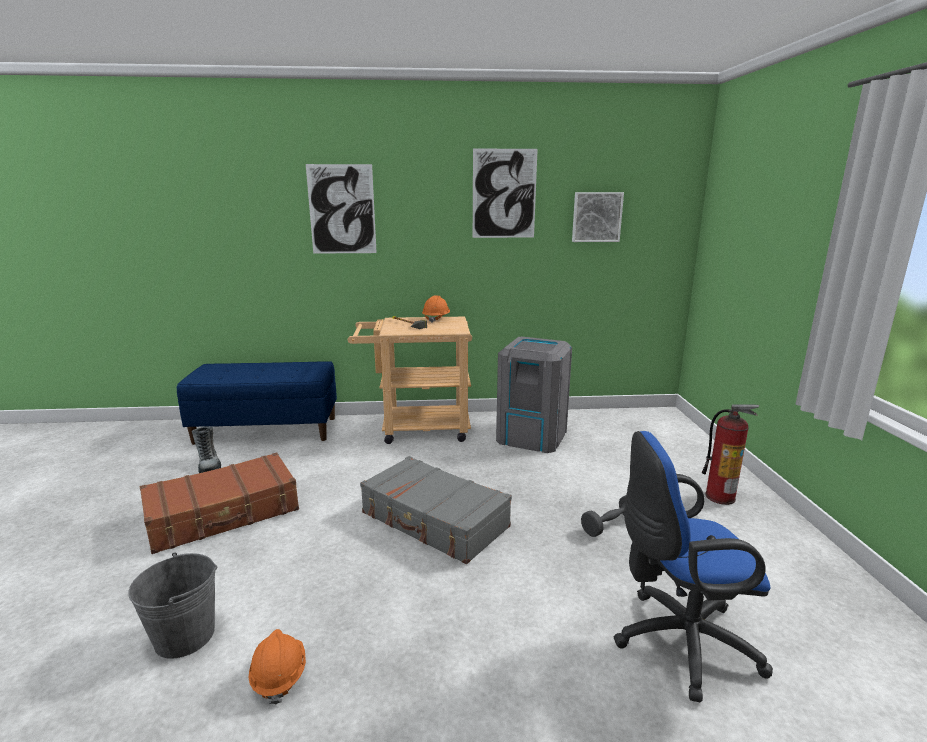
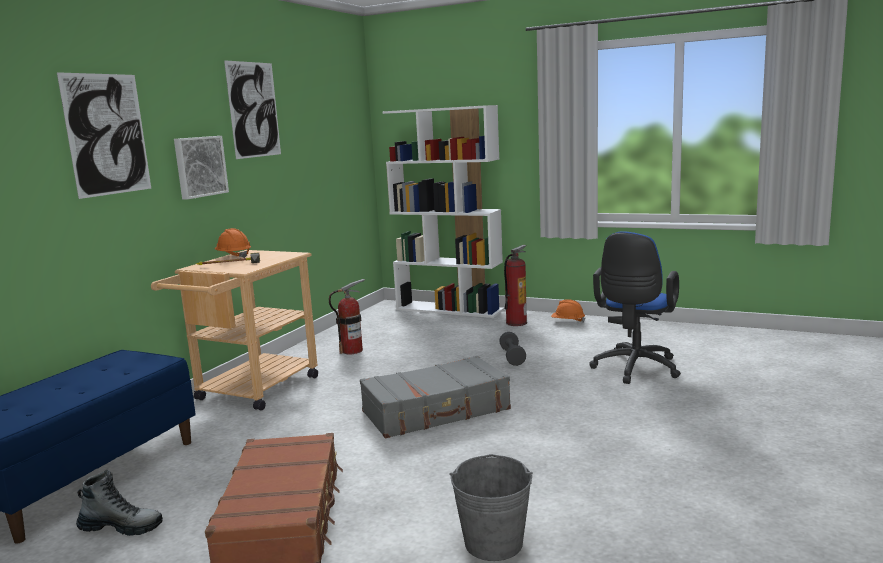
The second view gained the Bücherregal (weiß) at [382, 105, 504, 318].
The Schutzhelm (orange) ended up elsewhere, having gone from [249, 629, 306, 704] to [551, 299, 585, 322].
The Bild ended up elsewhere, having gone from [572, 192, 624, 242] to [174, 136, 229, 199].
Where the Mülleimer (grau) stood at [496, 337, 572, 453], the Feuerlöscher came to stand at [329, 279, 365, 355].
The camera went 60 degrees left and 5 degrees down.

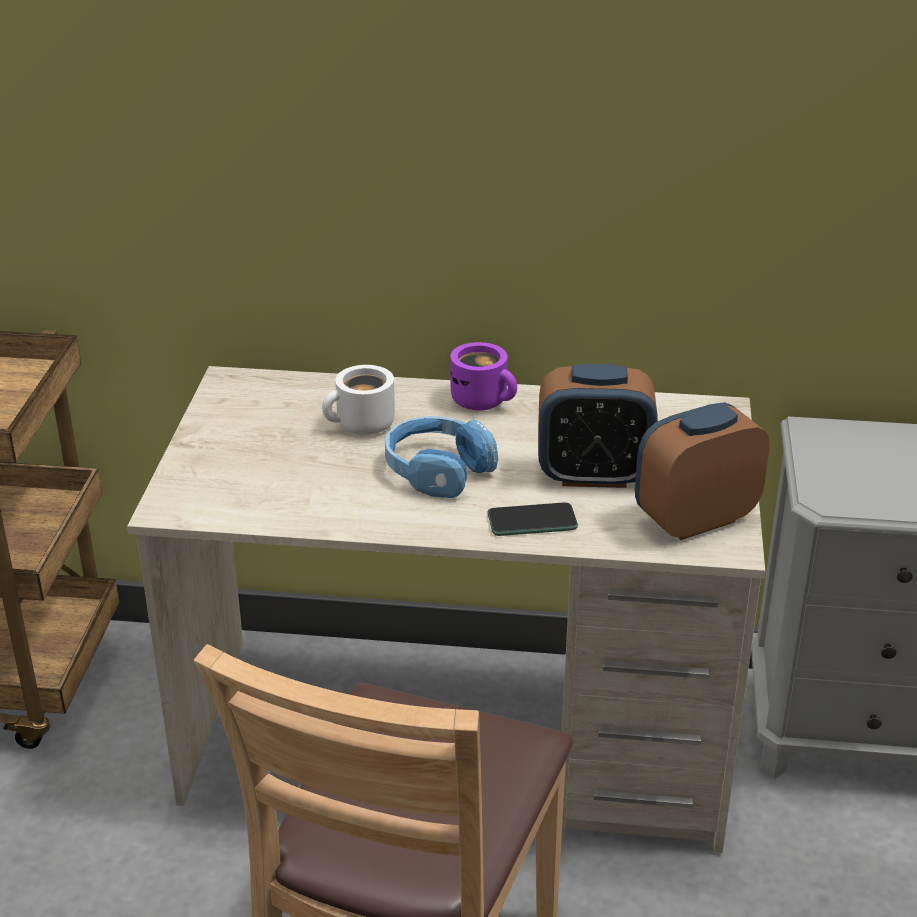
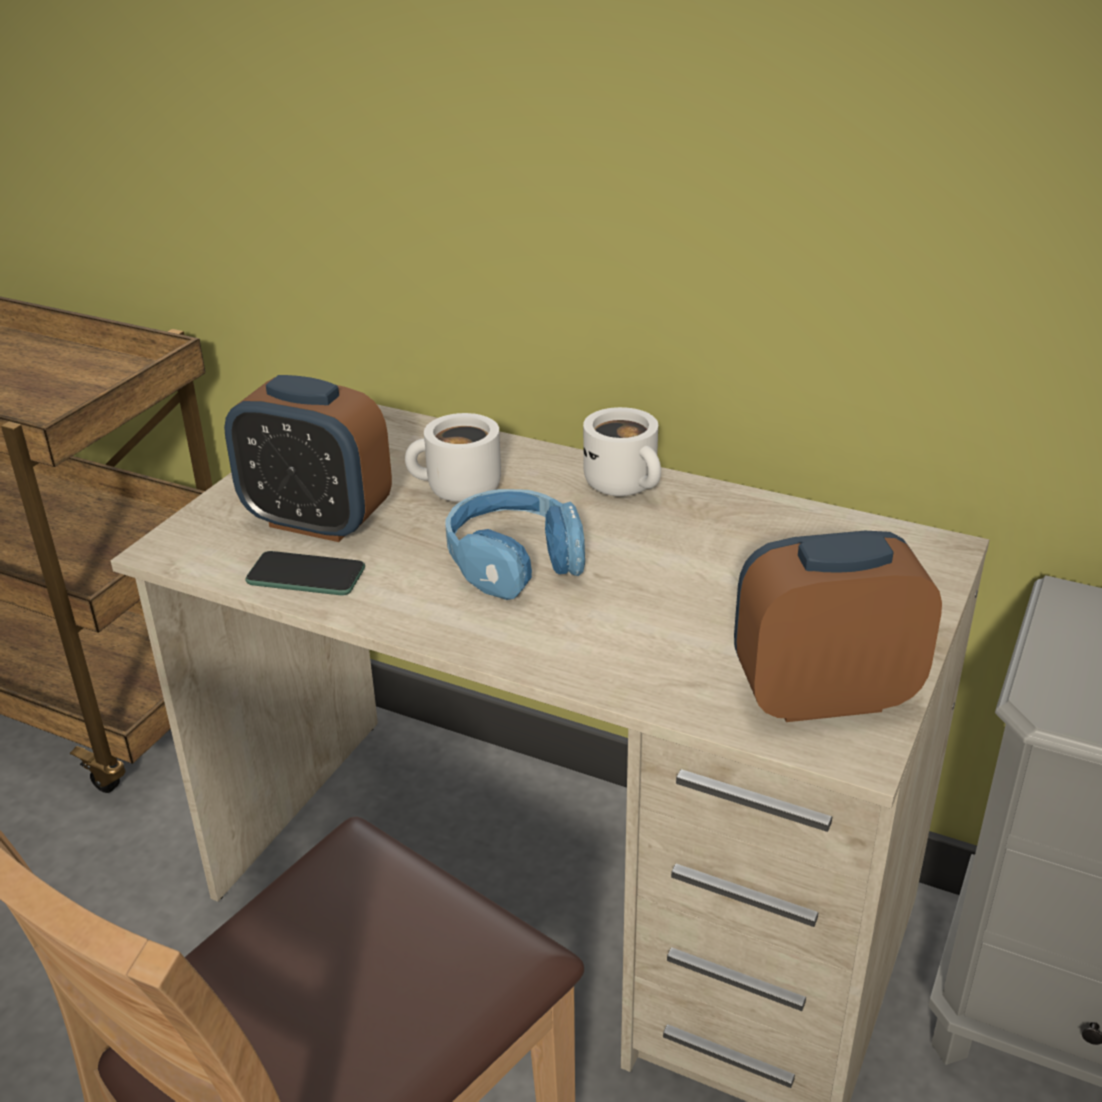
The Handy ended up elsewhere, having gone from [488, 502, 578, 536] to [245, 551, 365, 595].
The Wecker ended up elsewhere, having gone from [538, 364, 658, 488] to [224, 375, 392, 542].
What was the Henkelbecher (lila) at [451, 342, 517, 411] turned into the Henkelbecher (weiß) at [583, 407, 661, 496].
The camera went 20 degrees right and 0 degrees up.

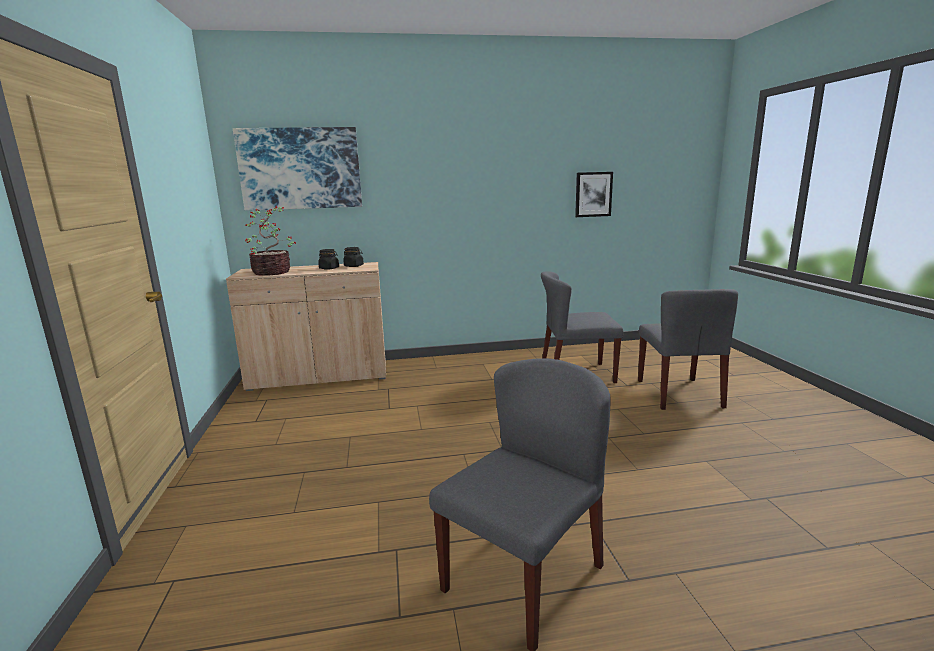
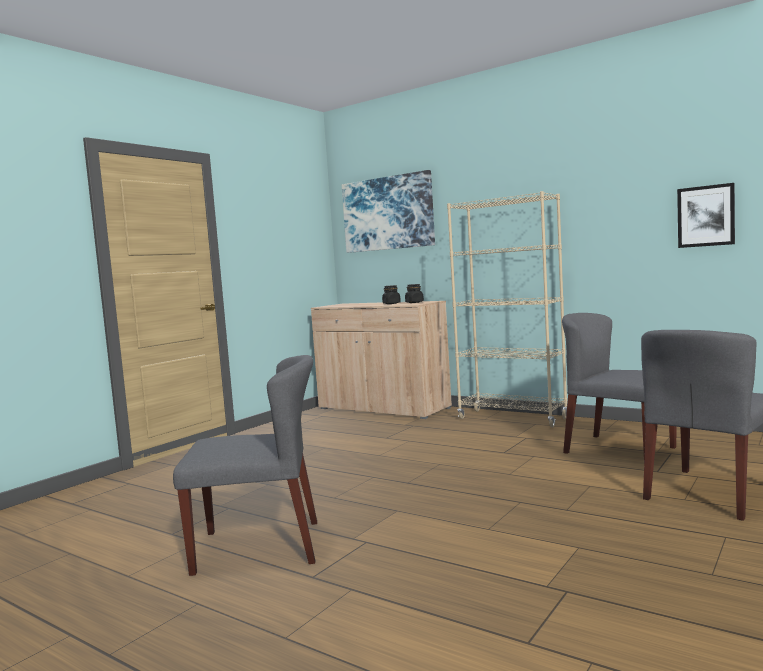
The second view lost the Topfpflanze at [245, 206, 296, 276].
The second view gained the Bücherregal (beige) at [447, 191, 567, 428].
The camera went 45 degrees right and 10 degrees down.

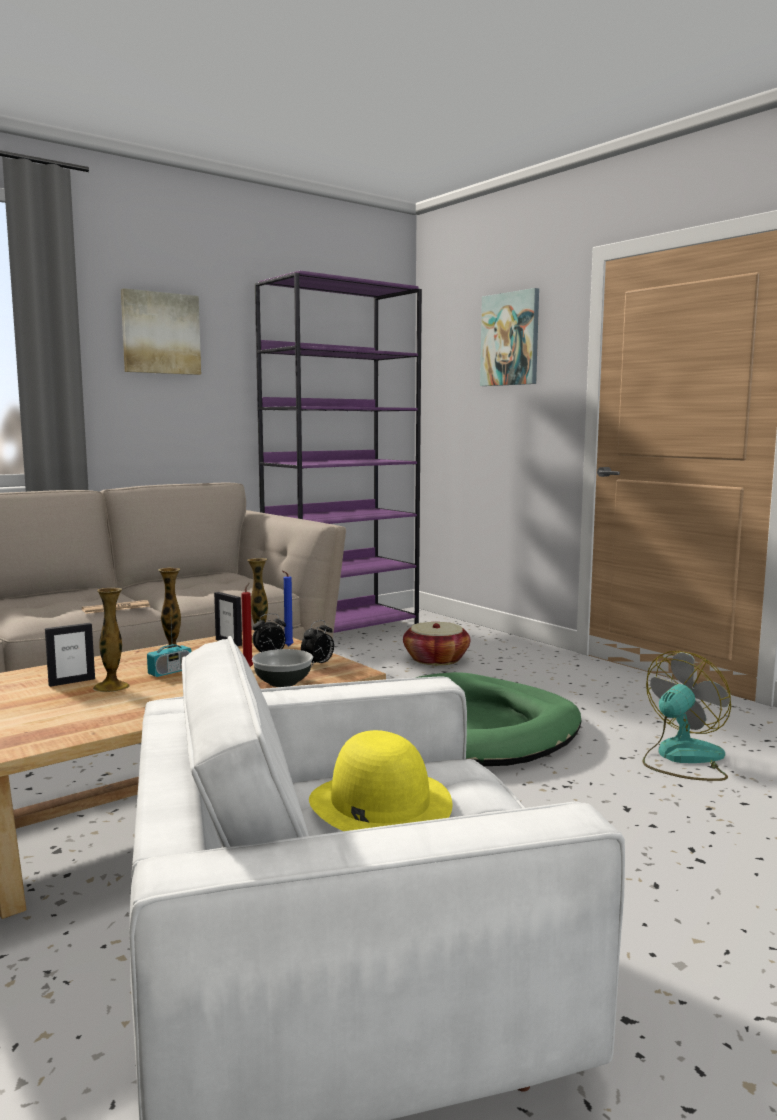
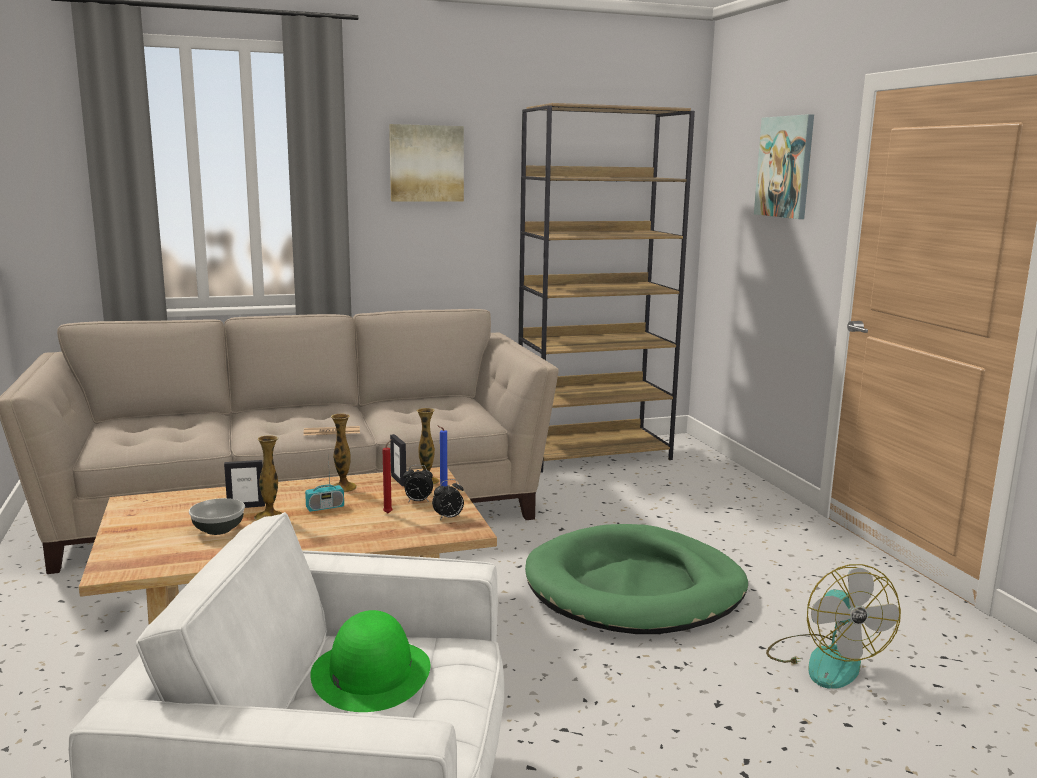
The second view lost the Korb at [403, 622, 470, 666].
The Schüssel ended up elsewhere, having gone from [252, 649, 313, 687] to [189, 498, 245, 535].
What was the Bücherregal (lila) at [255, 270, 422, 633] turned into the Bücherregal (braun) at [518, 103, 695, 473].
What was the Hut (gelb) at [309, 730, 452, 831] turned into the Hut (grün) at [310, 610, 431, 712].
The Ventilator at [643, 651, 731, 781] ended up facing another way, 105 degrees clockwise from before.
The camera went 20 degrees right and 5 degrees up.

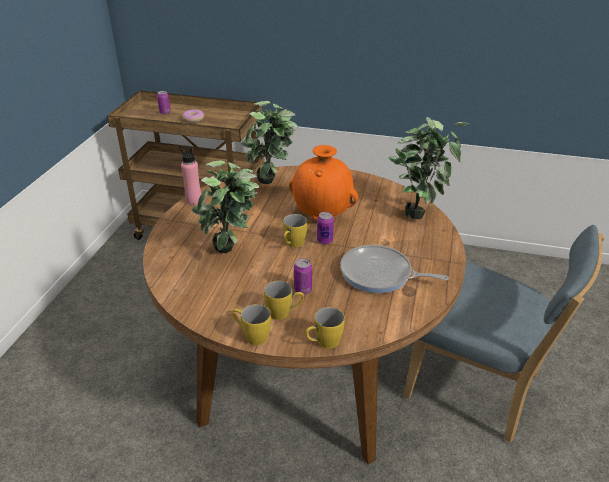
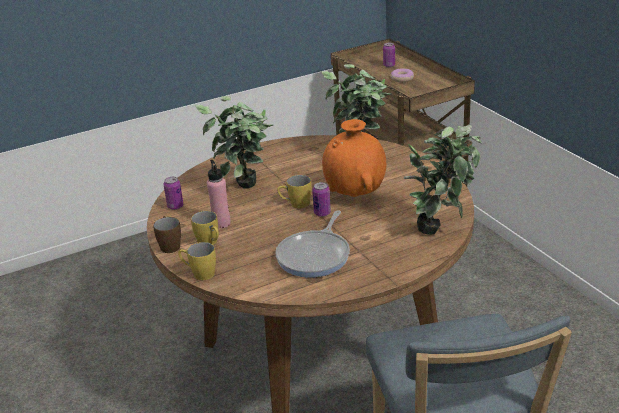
The Flasche (rosa) ended up elsewhere, having gone from [180, 146, 201, 205] to [207, 160, 231, 228].
The Dose ended up elsewhere, having gone from [294, 258, 312, 294] to [163, 177, 183, 210].
What was the Henkelbecher (gelb) at [232, 304, 271, 345] turned into the Henkelbecher (braun) at [153, 216, 181, 253].
The Pfanne at [340, 245, 449, 293] ended up facing another way, 135 degrees counterclockwise from before.
The camera went 50 degrees right and 5 degrees down.

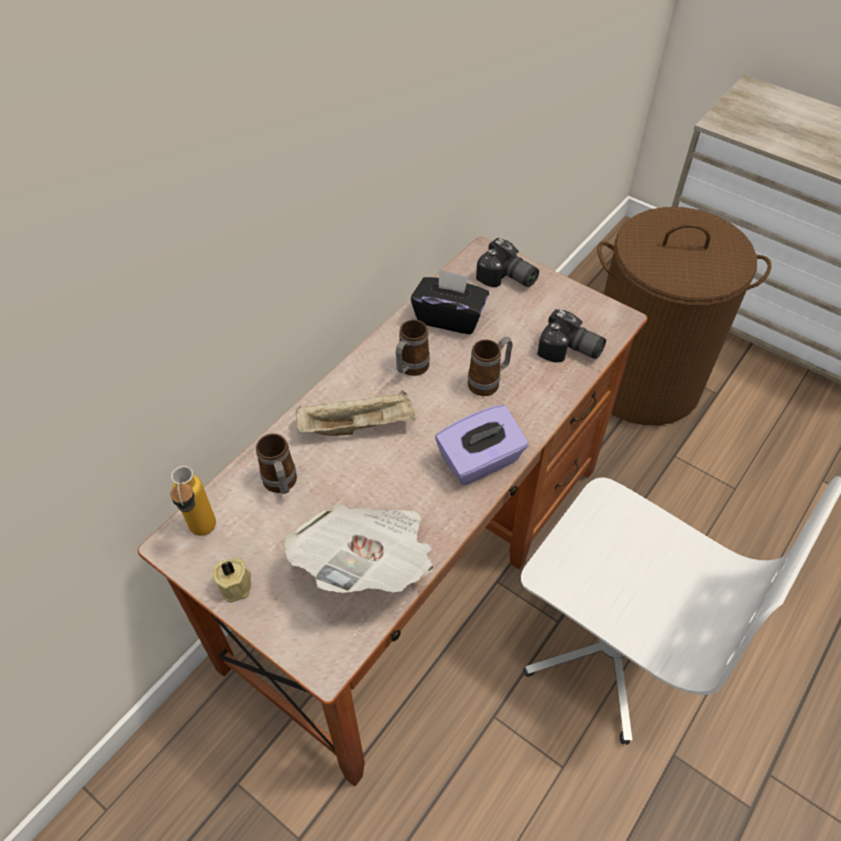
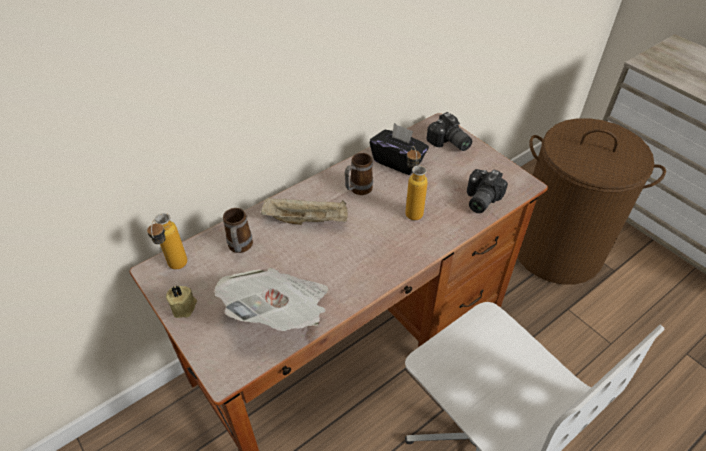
The second view lost the Taschentuchbox (lila) at [435, 405, 528, 485].
Where the Henkelbecher stood at [468, 337, 513, 396], the Flasche came to stand at [405, 146, 428, 220].
The Kamera at [537, 309, 606, 363] ended up facing another way, 75 degrees clockwise from before.
The camera went 15 degrees right and 5 degrees down.

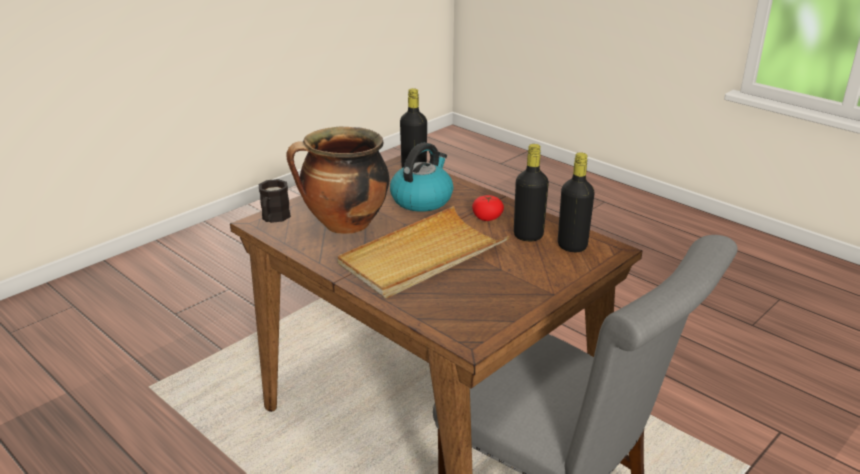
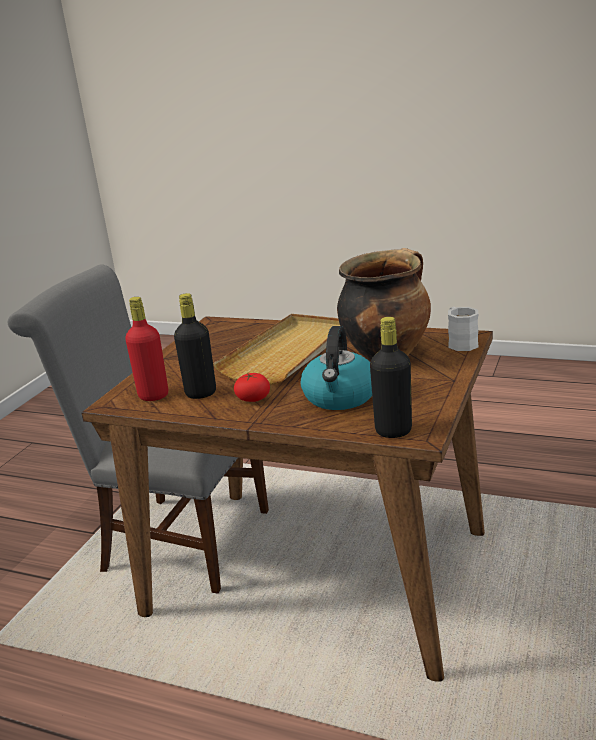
What was the Henkelbecher (schwarz) at [259, 179, 291, 223] turned into the Henkelbecher (weiß) at [448, 307, 479, 351].
What was the Flasche (schwarz) at [558, 152, 595, 252] turned into the Flasche (rot) at [125, 297, 168, 401].
The camera went 160 degrees right and 5 degrees down.

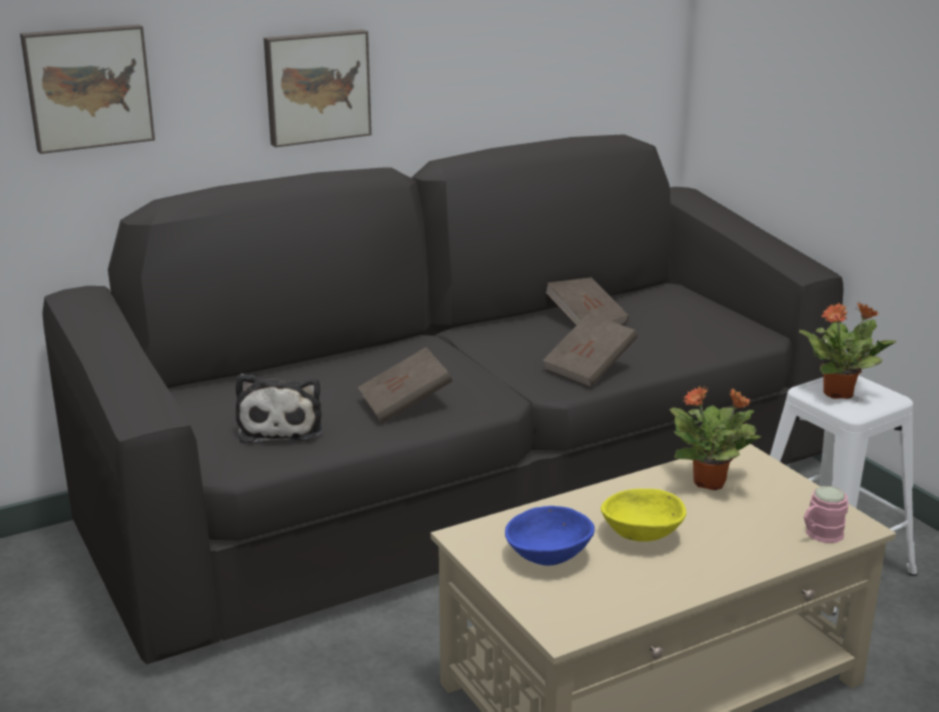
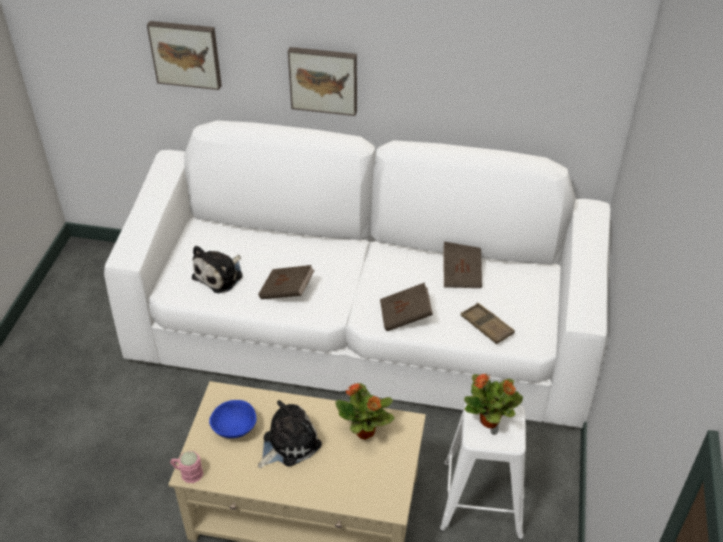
The second view gained the Tablett (braun) at [461, 303, 515, 344].
The Henkelbecher (rosa) ended up elsewhere, having gone from [804, 486, 849, 543] to [170, 451, 203, 483].
Where the Schüssel (gelb) stood at [601, 489, 686, 542], the Plüschtier came to stand at [258, 400, 322, 468].
What was the Sofa (schwarz) at [42, 135, 843, 664] turned into the Sofa (weiß) at [104, 120, 610, 428].
The camera went 40 degrees right and 20 degrees up.

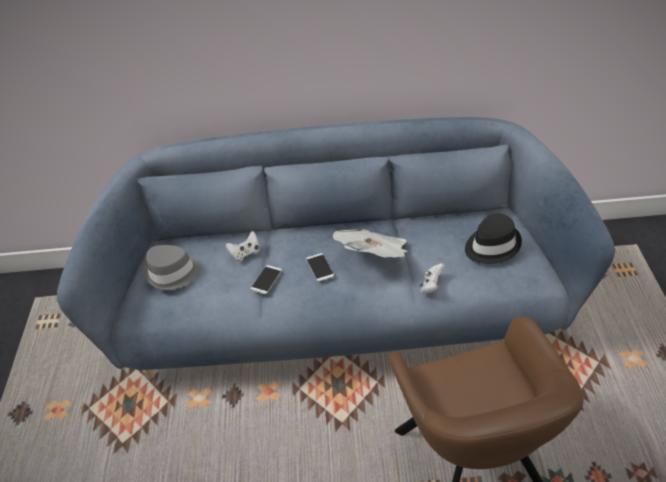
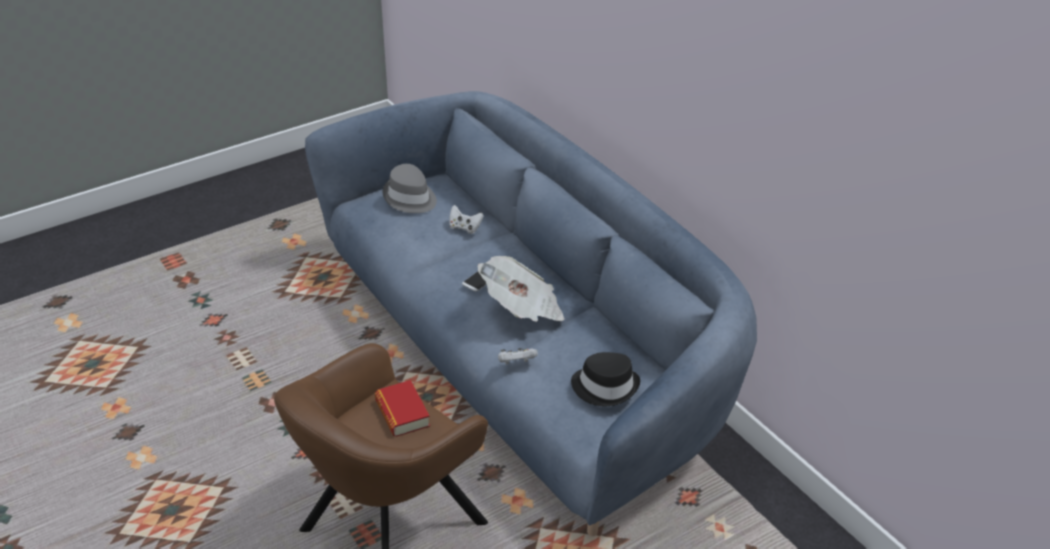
The second view lost the Handy at [251, 265, 282, 294].
The second view gained the Buch at [375, 380, 430, 437].
The camera went 55 degrees right and 5 degrees down.

